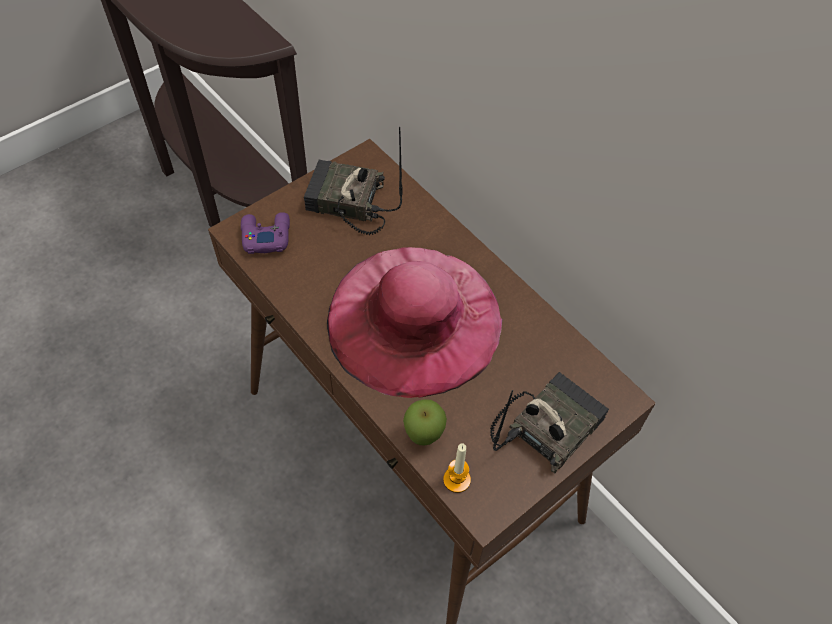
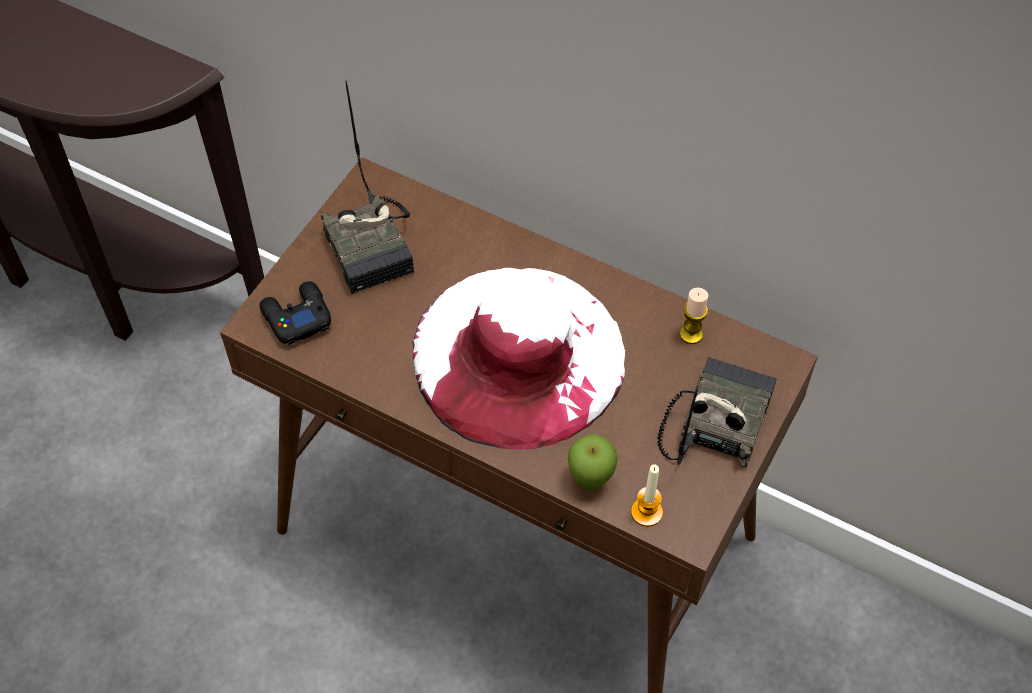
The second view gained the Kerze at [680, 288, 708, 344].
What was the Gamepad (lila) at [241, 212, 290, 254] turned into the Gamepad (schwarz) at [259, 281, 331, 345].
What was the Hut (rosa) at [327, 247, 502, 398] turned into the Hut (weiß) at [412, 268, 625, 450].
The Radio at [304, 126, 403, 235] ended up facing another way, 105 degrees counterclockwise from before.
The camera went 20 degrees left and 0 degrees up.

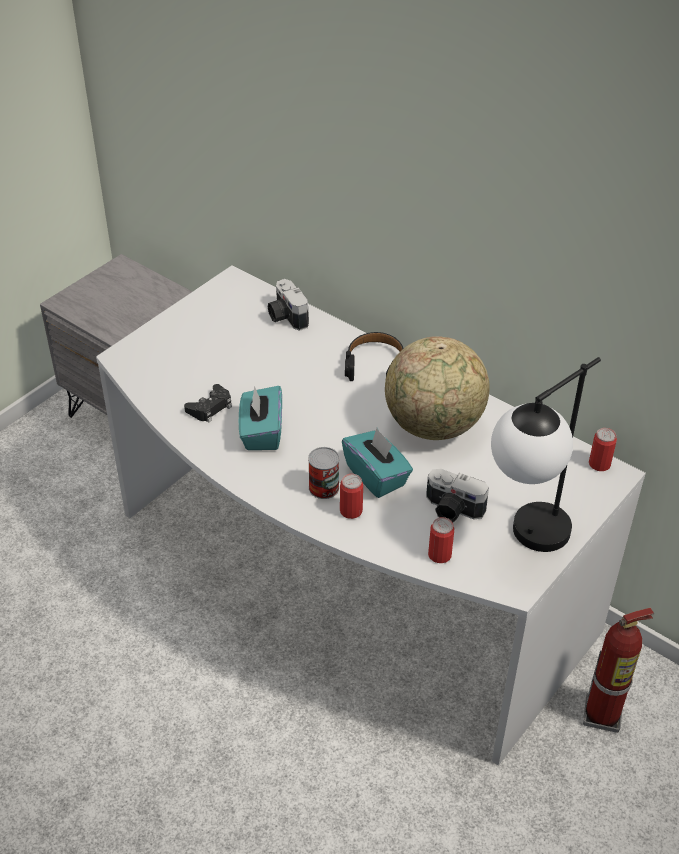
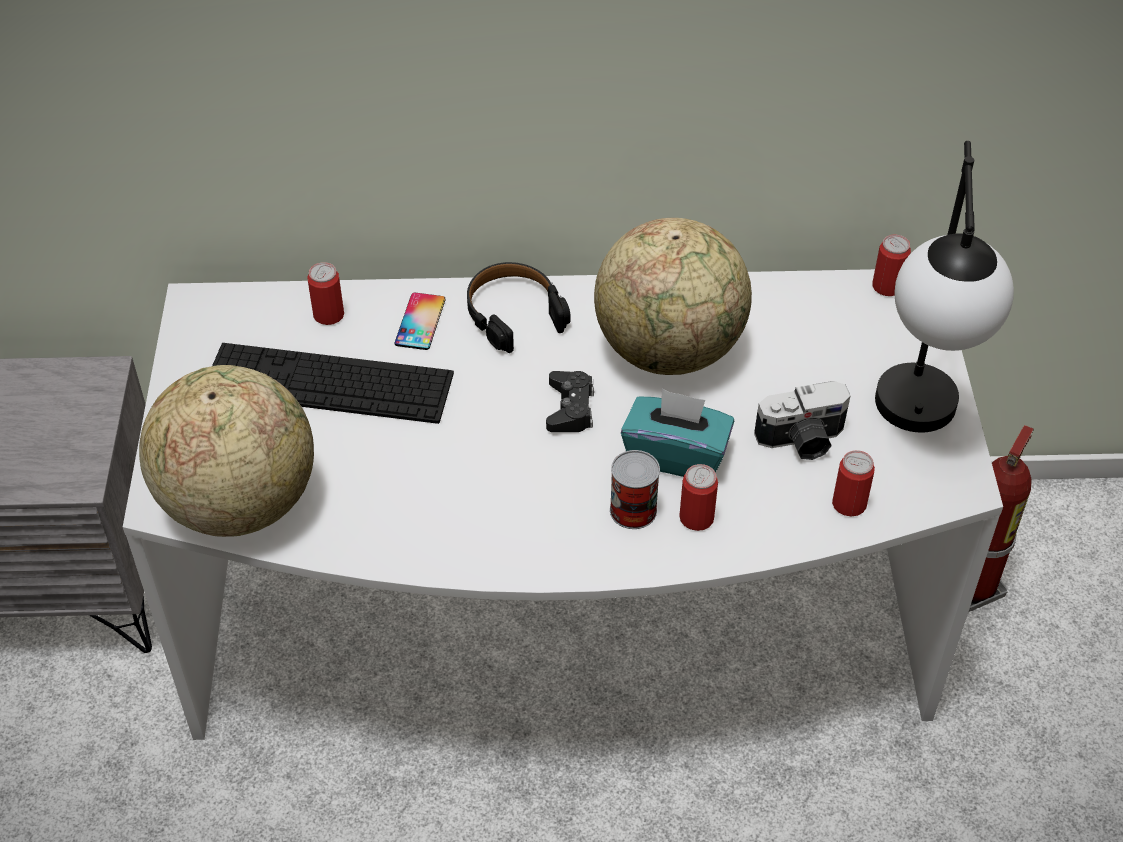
The second view lost the Taschentuchbox (türkis) at [239, 386, 282, 450].
The second view gained the Globus at [139, 365, 314, 537].
The second view gained the Tastatur at [212, 343, 454, 424].
The second view gained the Handy at [394, 292, 446, 350].
The Gamepad (schwarz) ended up elsewhere, having gone from [184, 384, 232, 423] to [546, 371, 594, 432].
Where the Kamera stood at [268, 279, 309, 331], the Dose came to stand at [307, 262, 344, 325].
The camera went 40 degrees left and 5 degrees up.

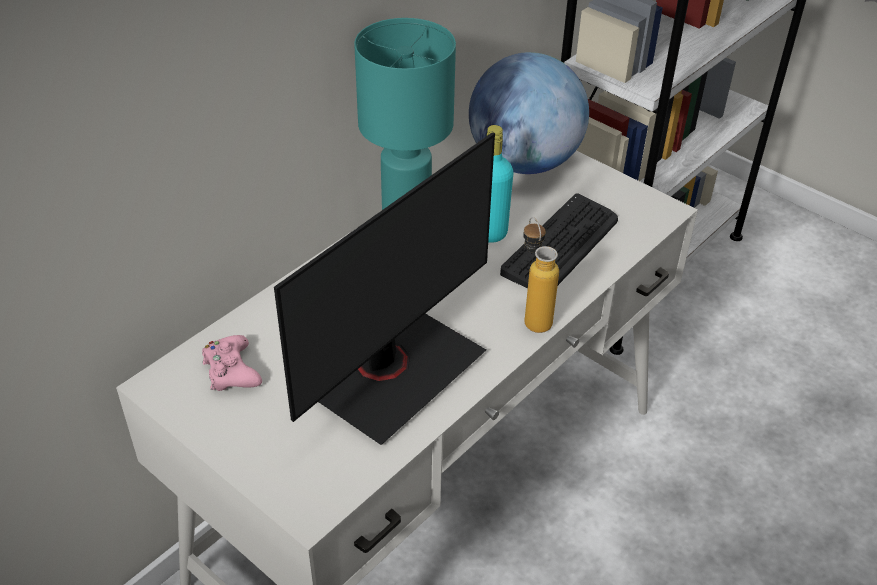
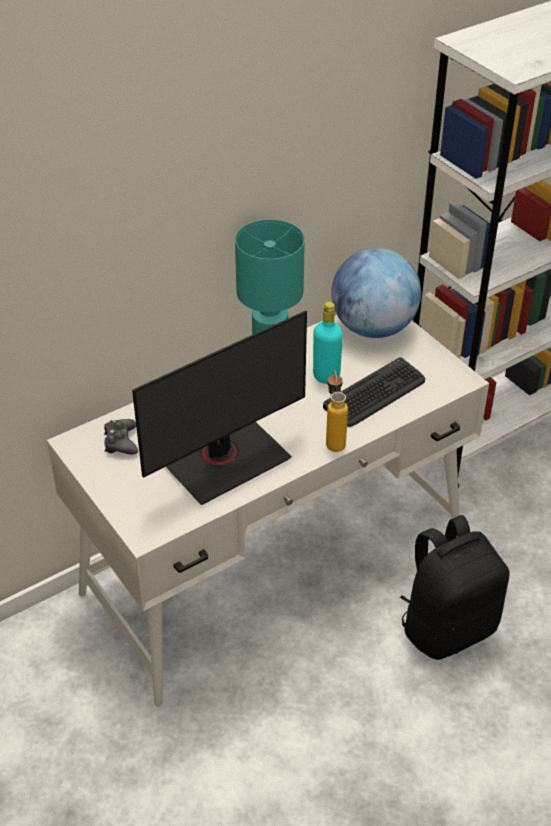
The second view gained the Rucksack (schwarz) at [400, 515, 510, 660].
What was the Gamepad (rosa) at [202, 335, 262, 391] turned into the Gamepad (schwarz) at [104, 419, 138, 455].
The camera went 15 degrees right and 0 degrees up.

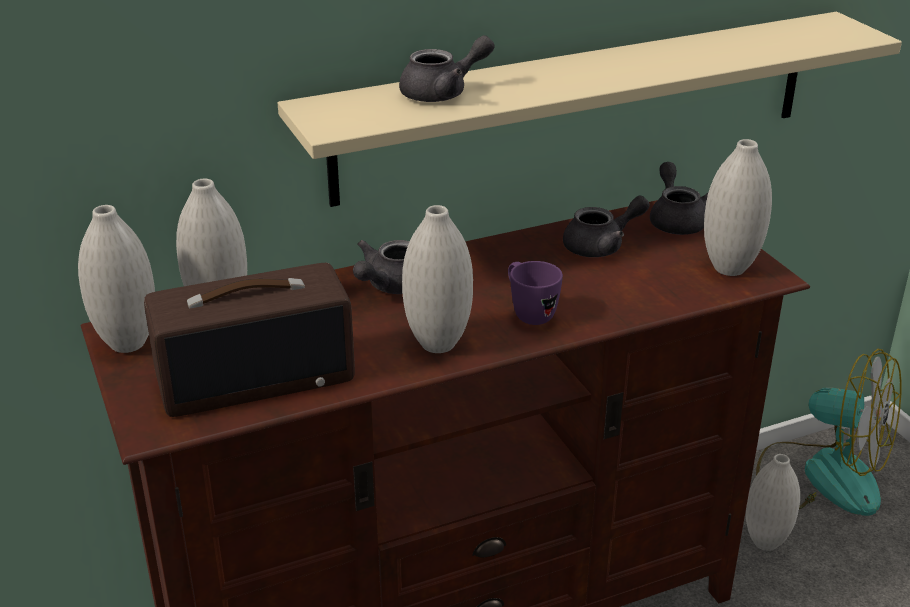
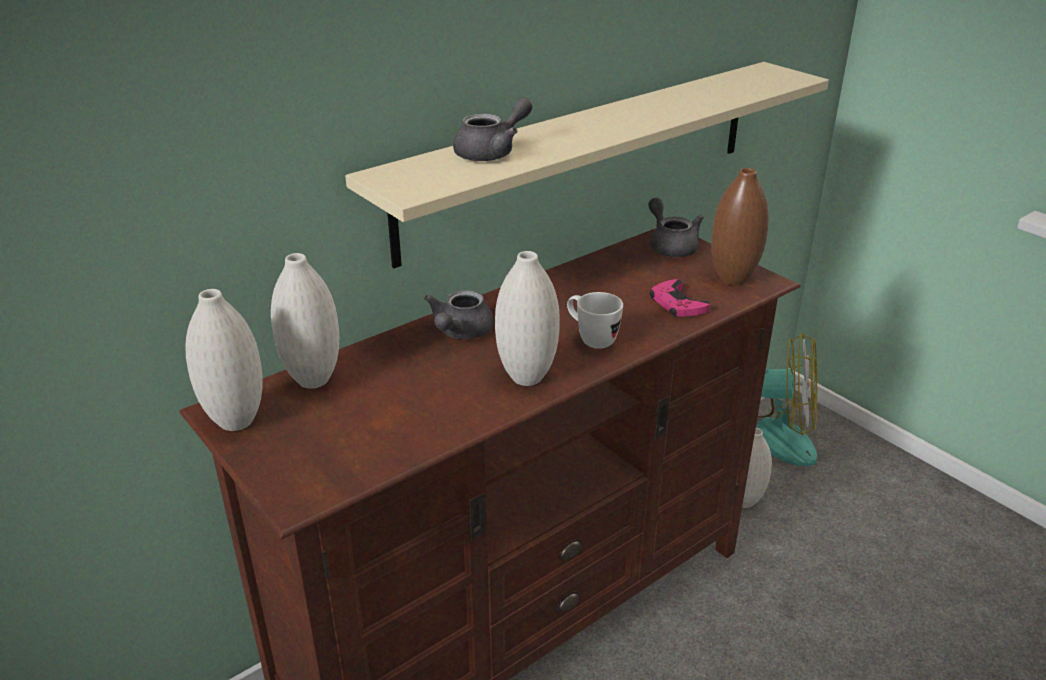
The second view lost the Radio at [144, 263, 355, 417].
The second view lost the Teekanne (grau) at [563, 195, 650, 257].
The second view gained the Gamepad (rosa) at [649, 279, 710, 317].
What was the Henkelbecher (lila) at [508, 261, 563, 325] turned into the Henkelbecher (weiß) at [567, 292, 623, 349].
What was the Vase (weiß) at [704, 139, 772, 276] turned into the Vase (braun) at [711, 168, 769, 285].
The camera went 15 degrees left and 0 degrees up.

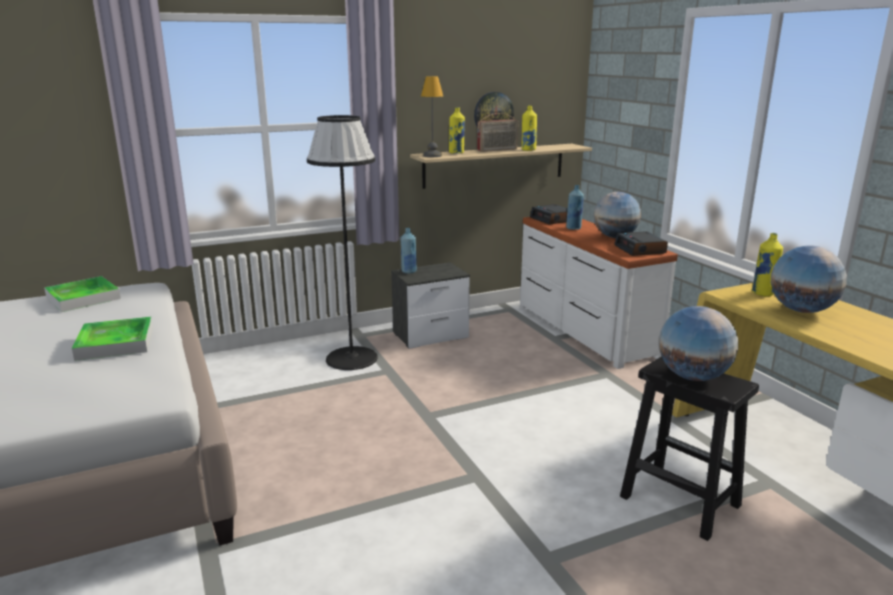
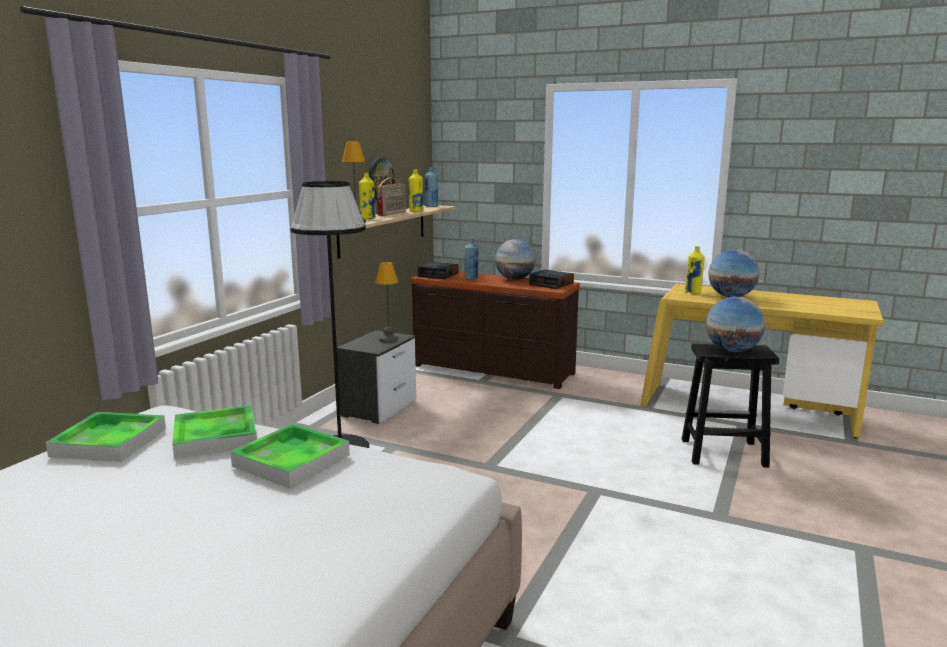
The second view gained the Tablett at [172, 405, 257, 459].
The second view gained the Tischlampe at [375, 262, 398, 343].
The Flasche (blau) ended up elsewhere, having gone from [401, 228, 417, 274] to [425, 167, 438, 207].
What was the Kommode (weiß) at [520, 217, 678, 369] turned into the Kommode (braun) at [411, 272, 580, 389].
The camera went 40 degrees left and 5 degrees down.

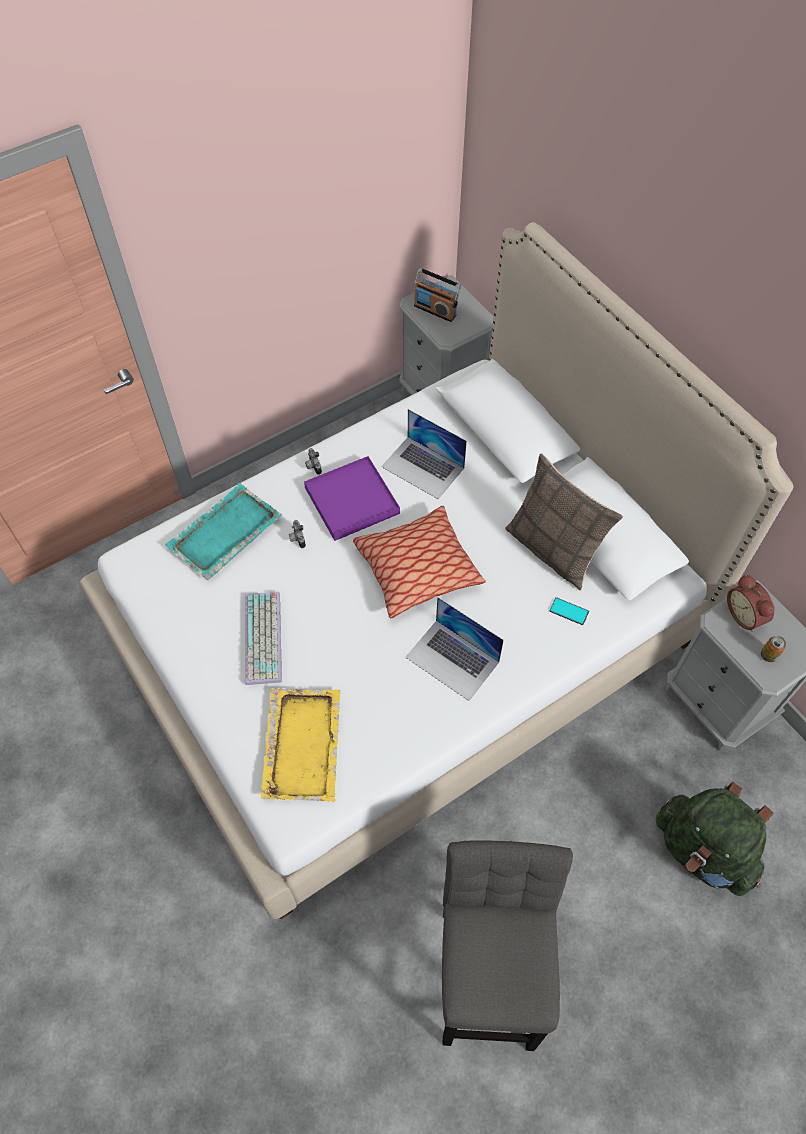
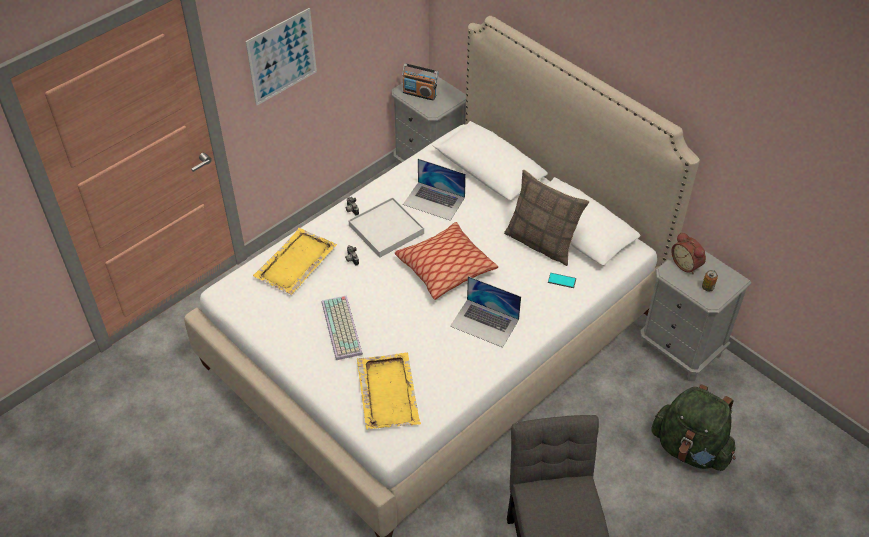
The second view gained the Bild at [245, 8, 317, 106].
What was the Tablett (türkis) at [165, 483, 282, 580] turned into the Tablett (gelb) at [253, 228, 337, 295].
What was the Tablett (lila) at [304, 456, 400, 541] turned into the Tablett (weiß) at [348, 197, 424, 258].
The camera went 10 degrees left and 10 degrees down.

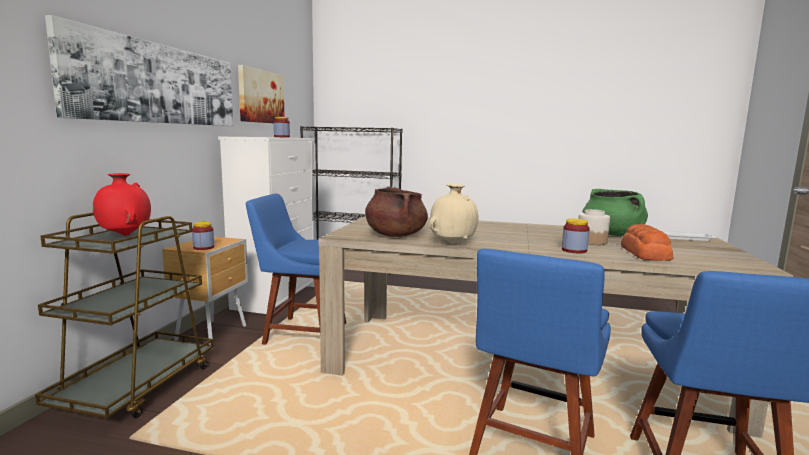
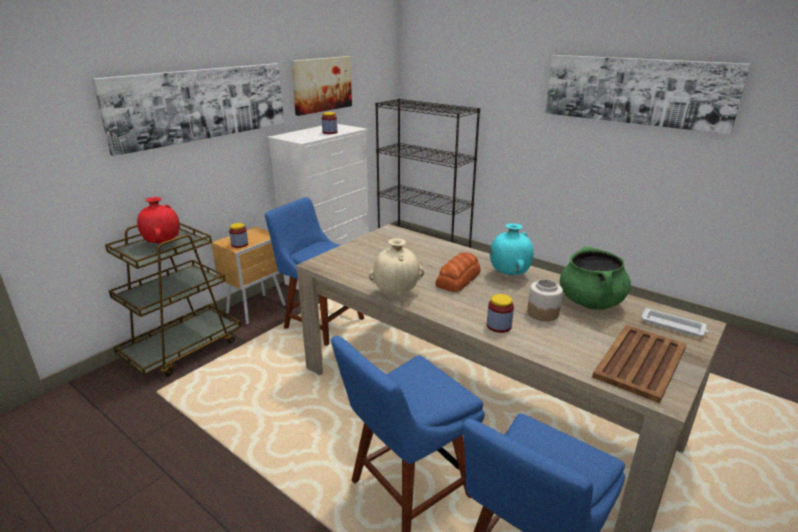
The second view lost the Kochtopf (braun) at [365, 186, 428, 237].
The second view gained the Vase (türkis) at [490, 223, 534, 275].
The second view gained the Bild at [545, 55, 751, 135].
The second view gained the Tablett (braun) at [592, 325, 686, 403].
The Brot ended up elsewhere, having gone from [621, 224, 673, 261] to [435, 252, 480, 292].
The camera went 25 degrees right and 15 degrees up.

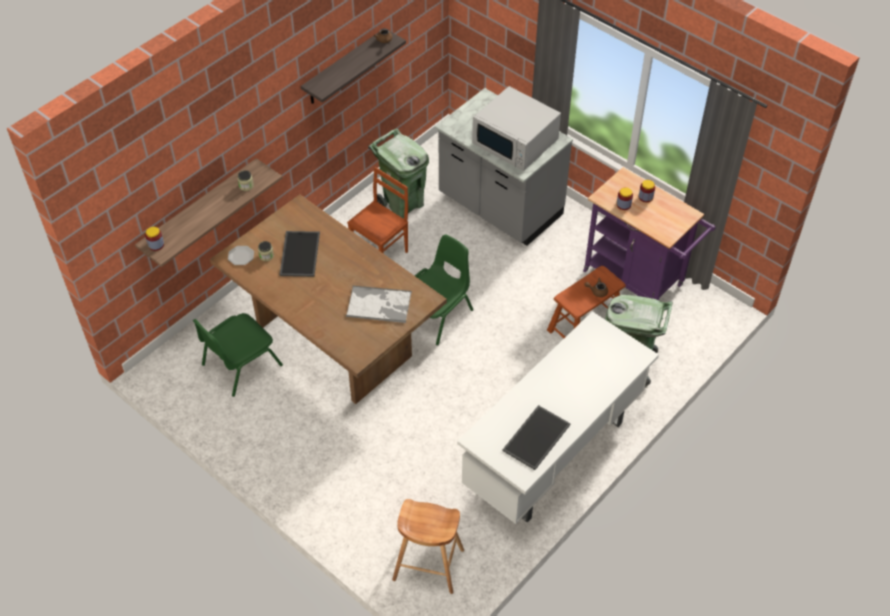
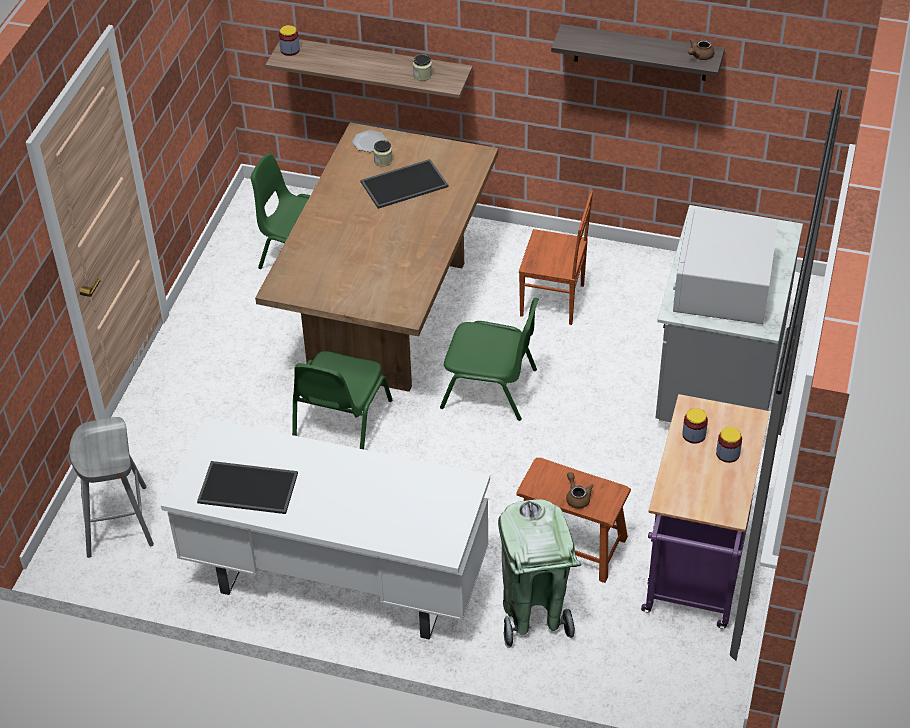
The second view lost the Tablett at [346, 286, 412, 323].
The second view lost the Mülleimer (grün) at [368, 128, 429, 219].
The second view gained the Stuhl (grün) at [292, 351, 392, 449].
What was the Hocker (braun) at [392, 499, 464, 594] turned into the Hocker (grau) at [69, 417, 154, 558].
The camera went 65 degrees right and 5 degrees down.

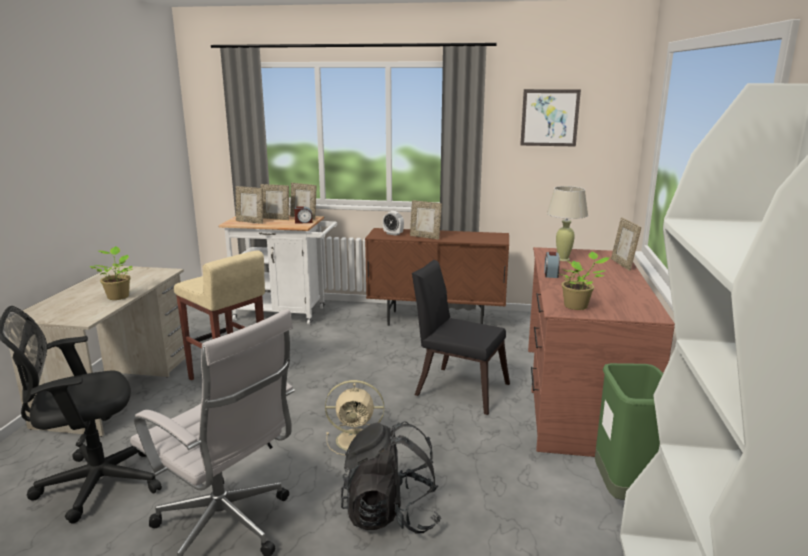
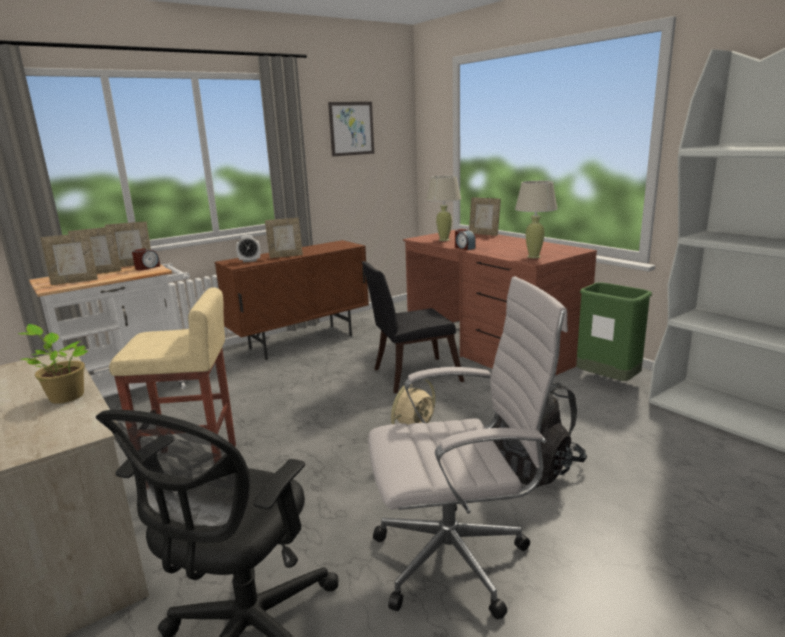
Where the Topfpflanze stood at [558, 252, 609, 310], the Tischlampe (beige) came to stand at [515, 181, 558, 258].
The camera went 45 degrees left and 0 degrees up.

